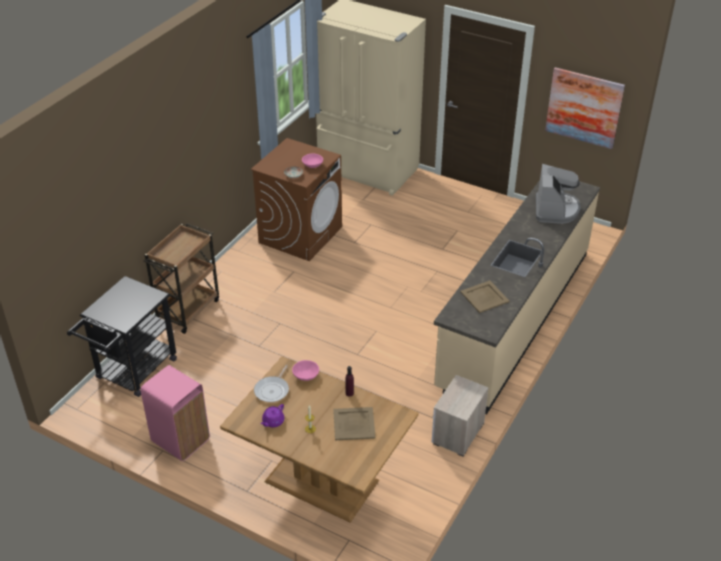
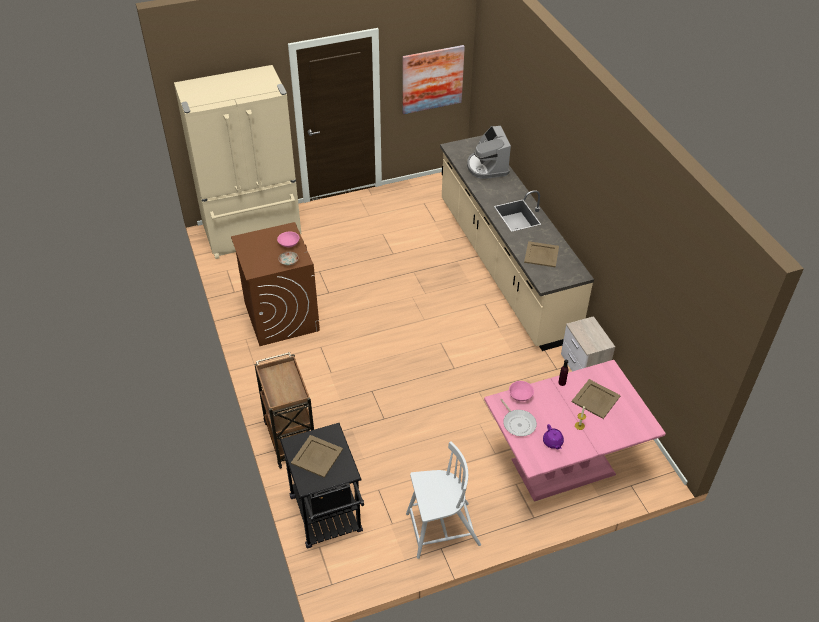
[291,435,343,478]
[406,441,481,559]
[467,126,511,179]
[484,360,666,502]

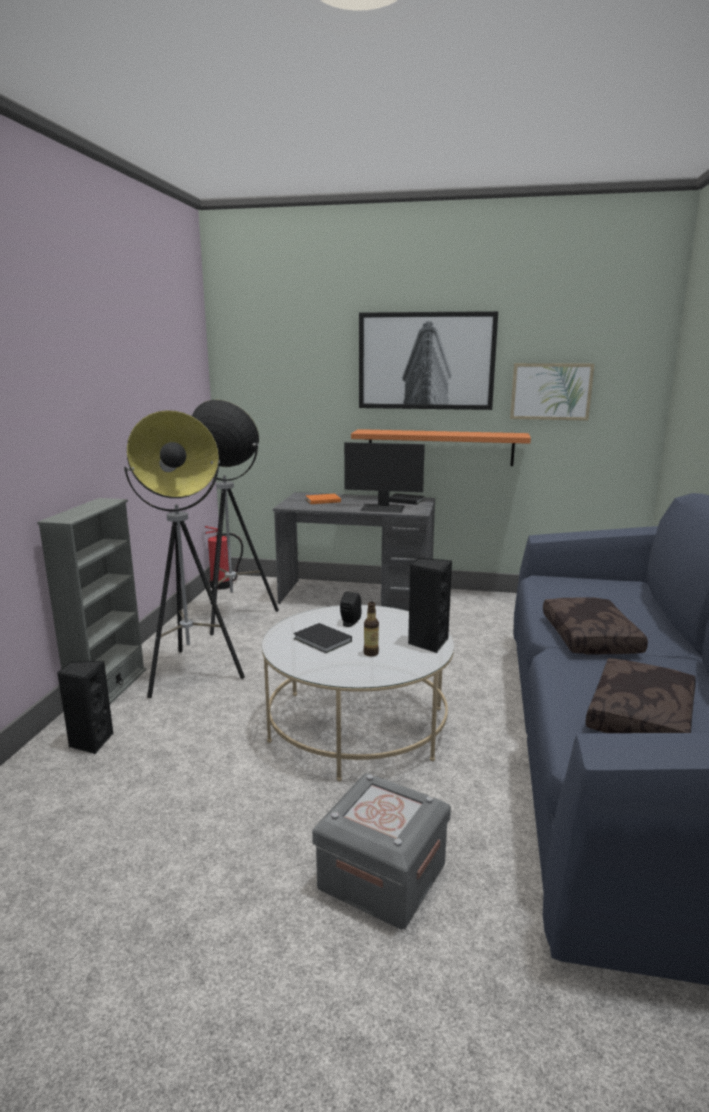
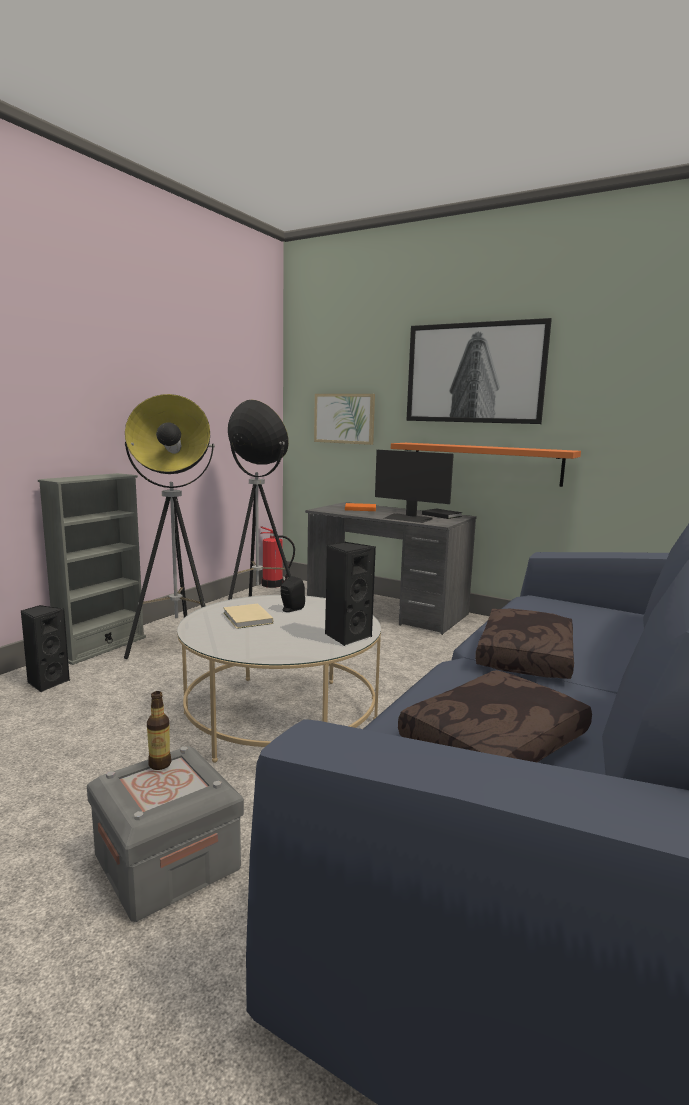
[147,691,171,770]
[223,604,273,629]
[314,394,375,445]

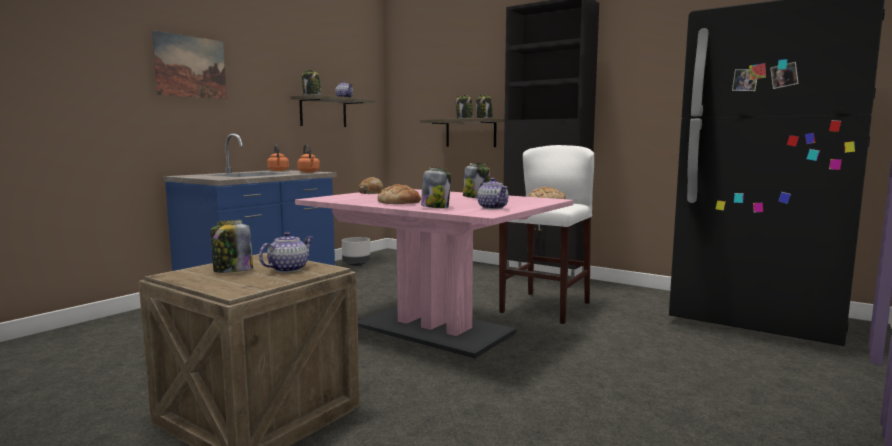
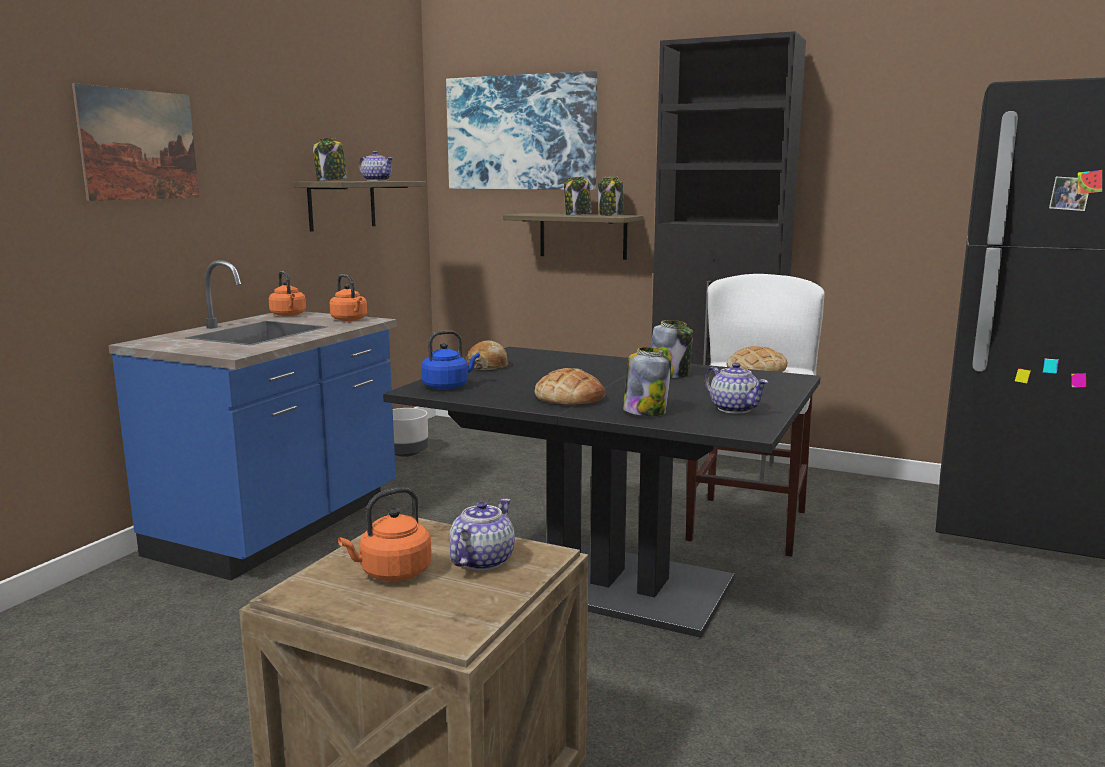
[338,487,432,581]
[383,347,821,638]
[421,330,480,390]
[446,70,597,190]

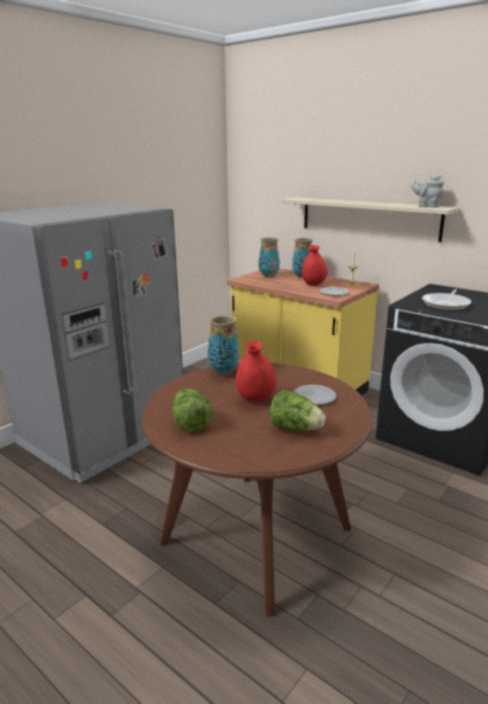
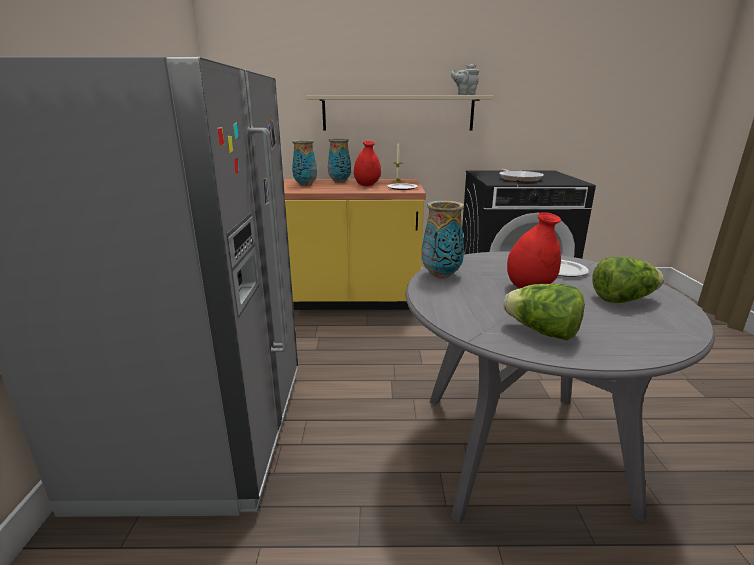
[405,251,715,523]

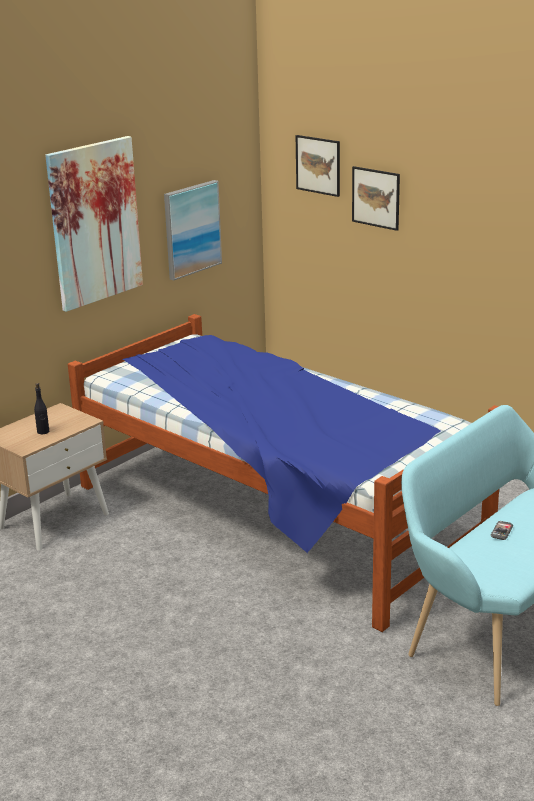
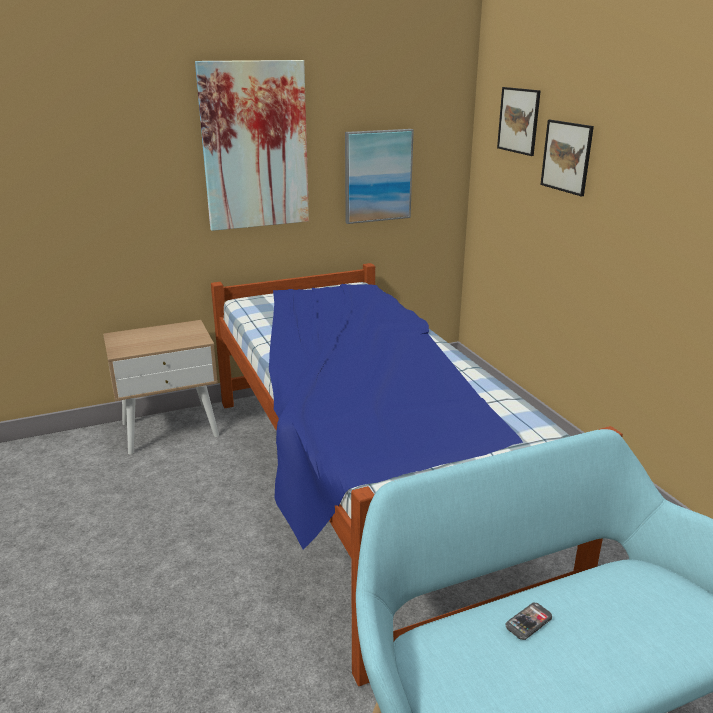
[34,383,49,434] (first image)

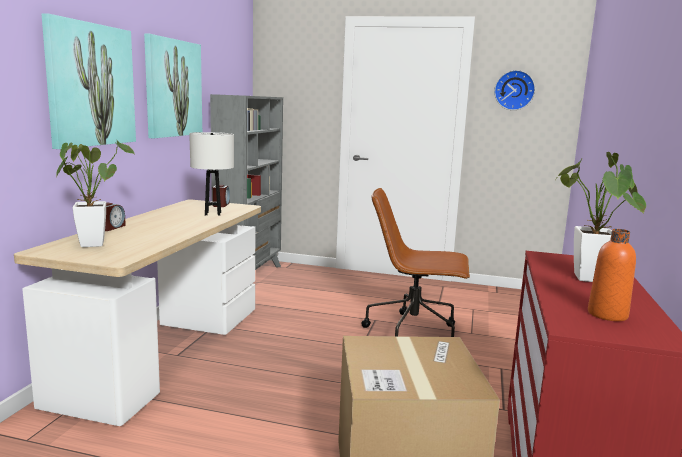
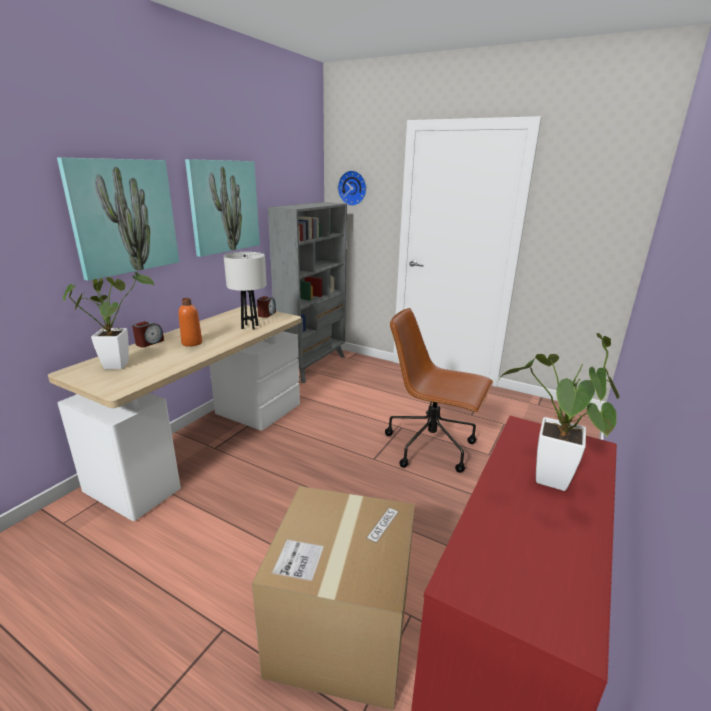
[178,298,202,347]
[338,170,367,206]

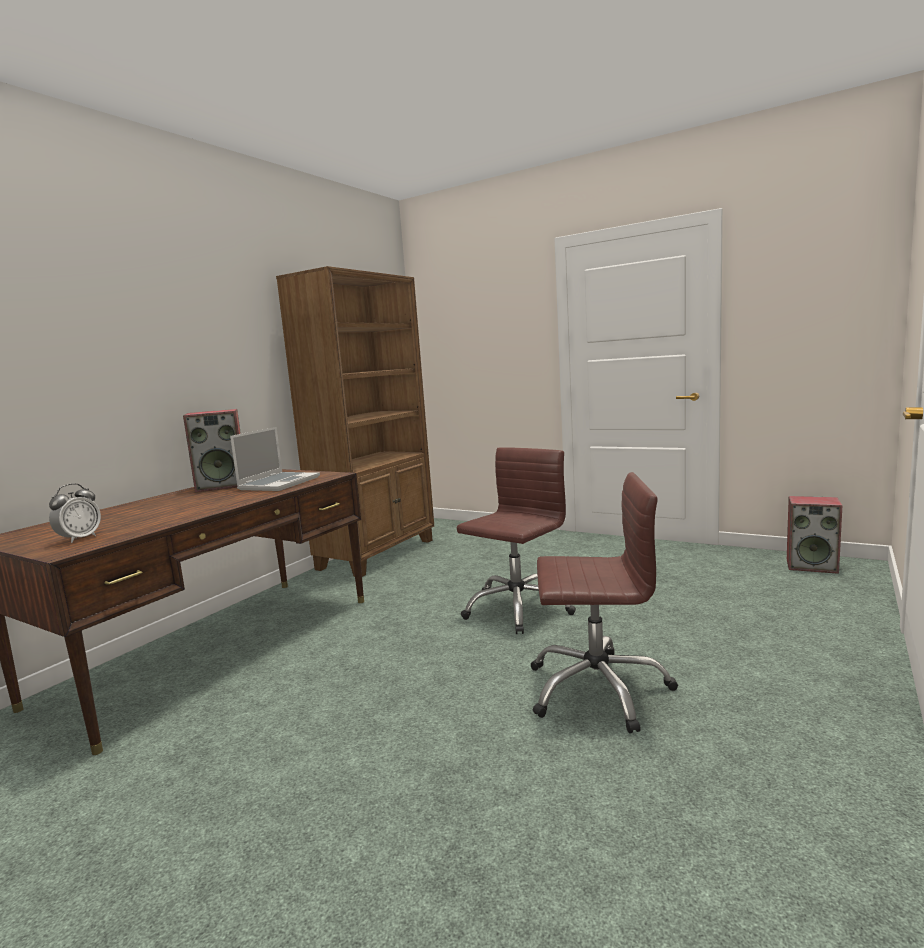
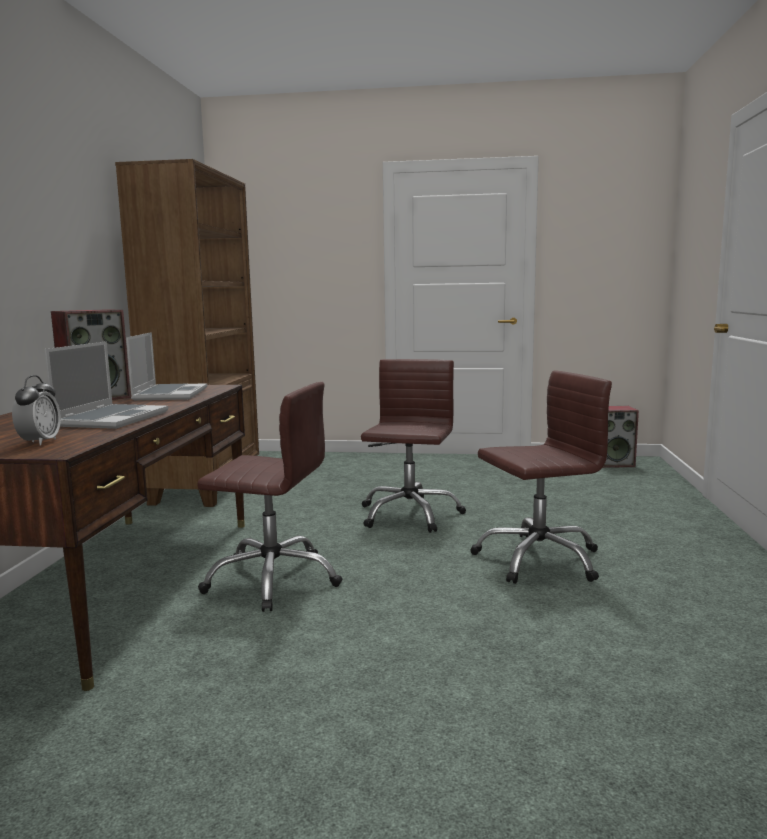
[45,341,168,429]
[197,382,342,612]

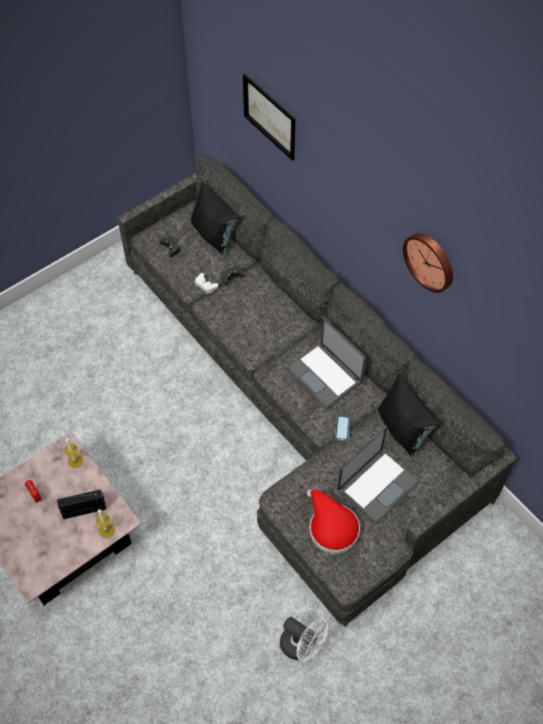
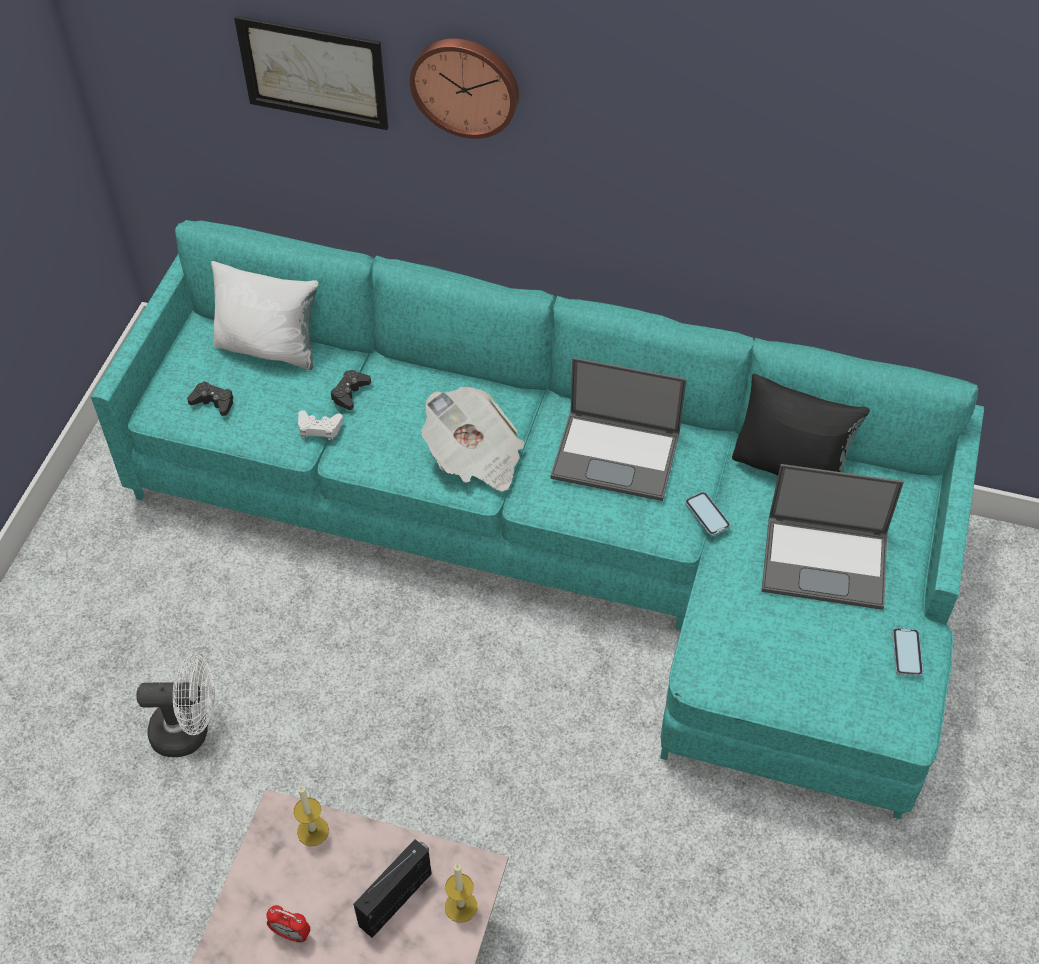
[91,220,984,819]
[137,654,215,757]
[211,261,318,370]
[410,38,519,139]
[421,387,524,491]
[761,464,904,610]
[892,628,923,676]
[307,490,360,554] (first image)

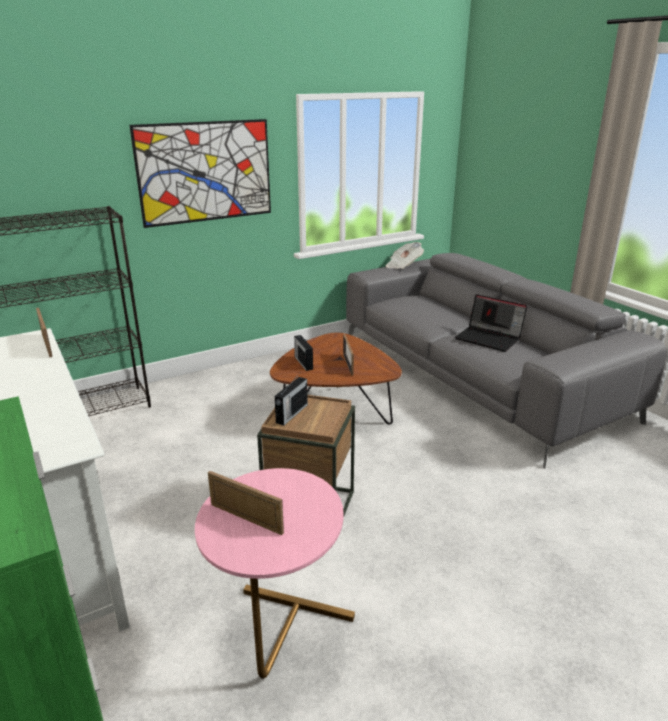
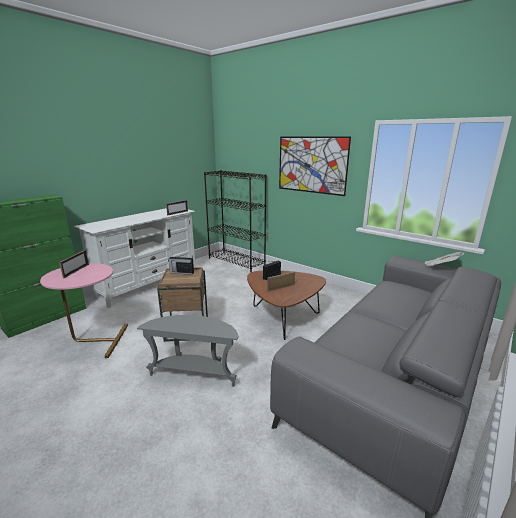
[137,315,239,387]
[455,294,527,352] (first image)

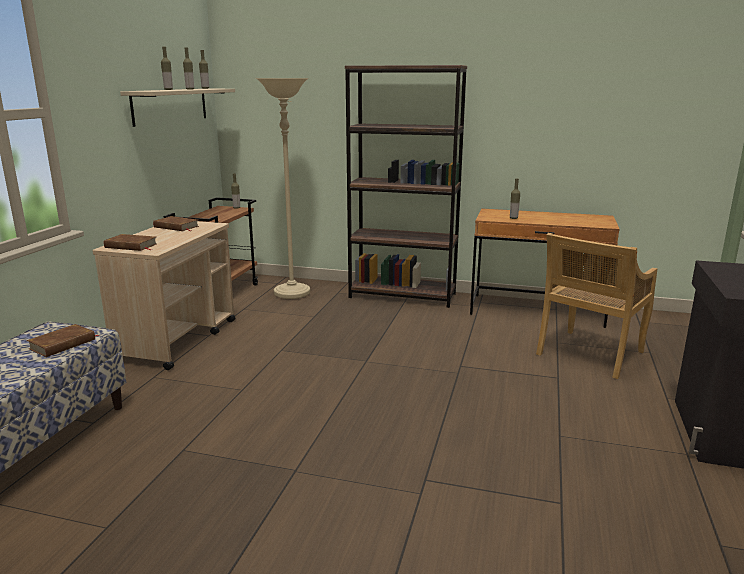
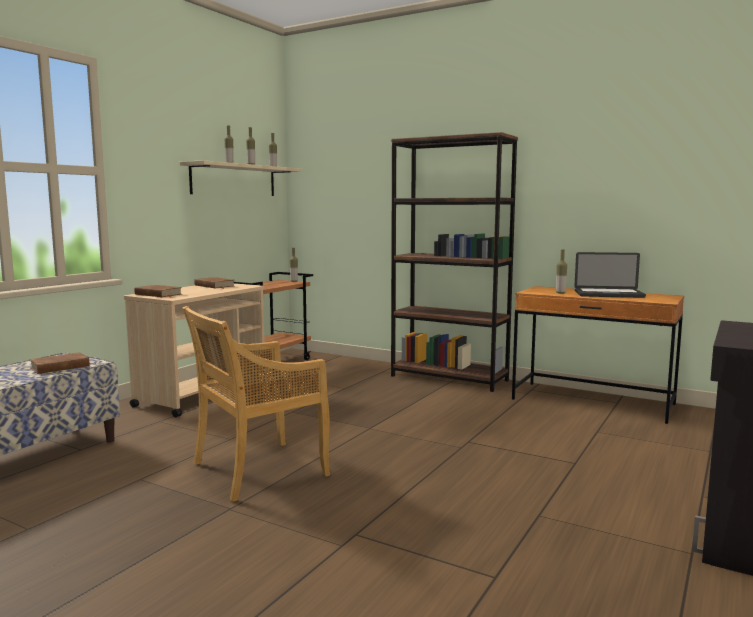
[182,306,330,502]
[574,252,646,298]
[256,78,310,299] (first image)

